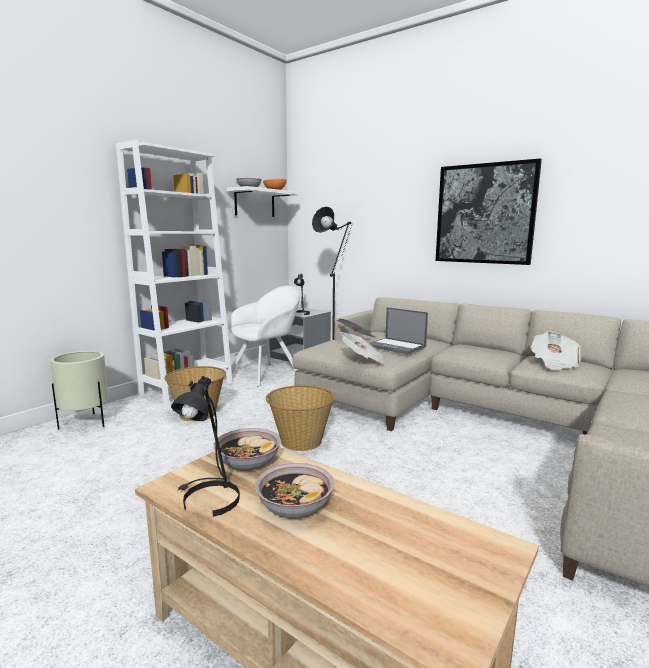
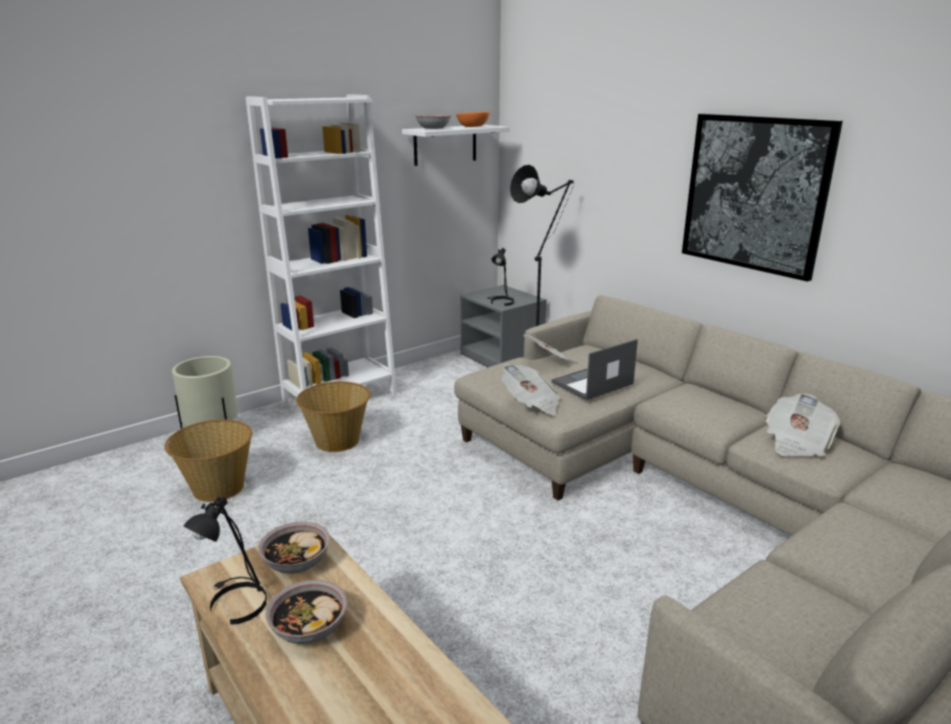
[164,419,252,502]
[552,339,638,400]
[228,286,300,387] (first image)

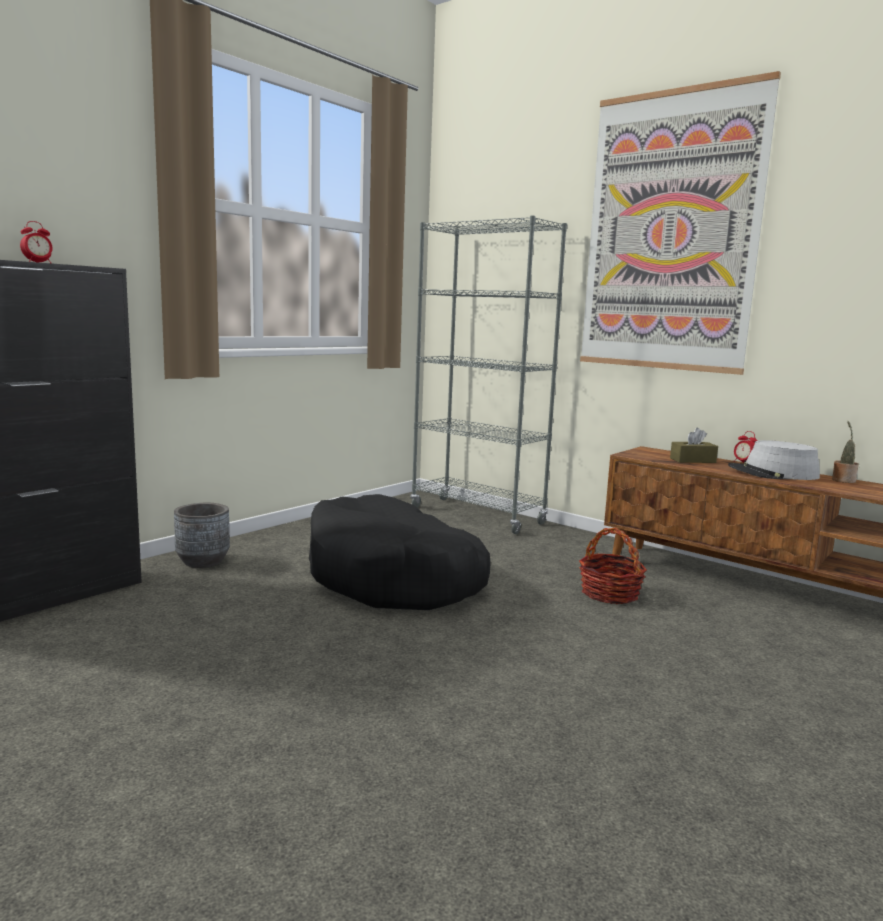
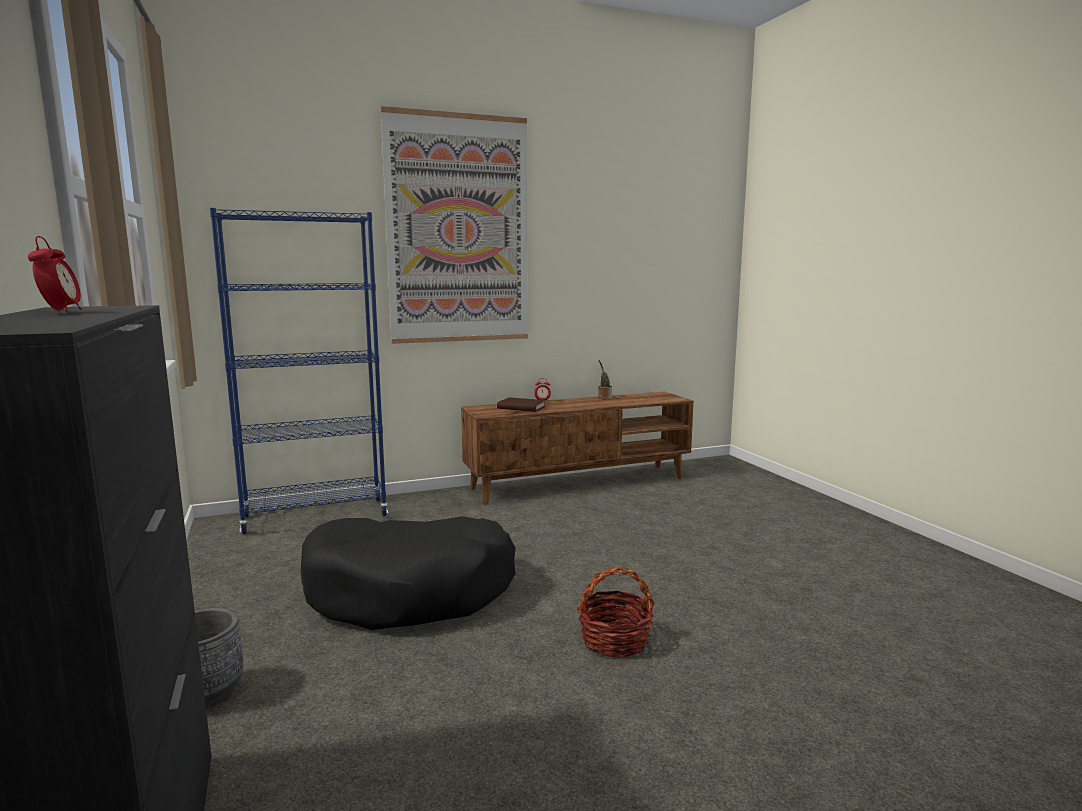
[210,208,388,534]
[497,397,546,412]
[577,567,655,658]
[728,440,820,480] (first image)

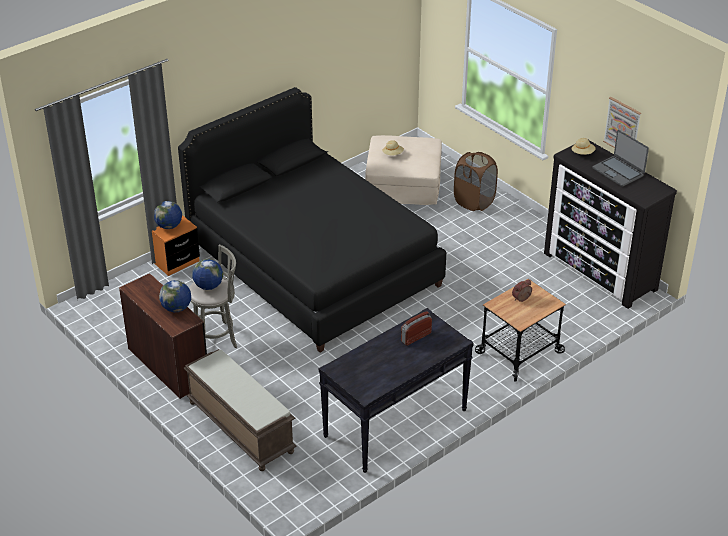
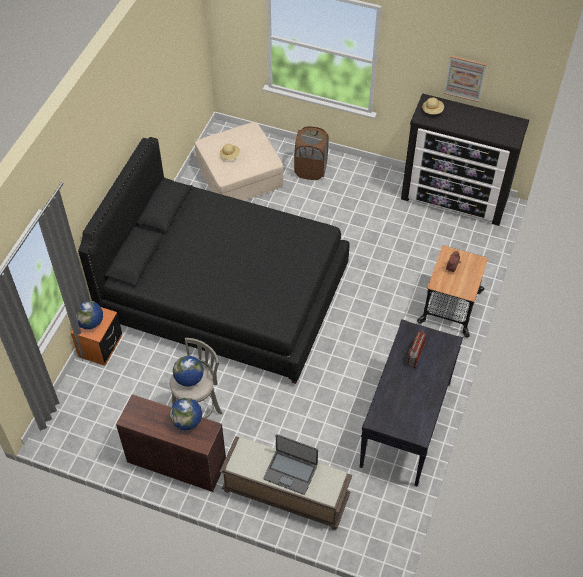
[263,434,318,495]

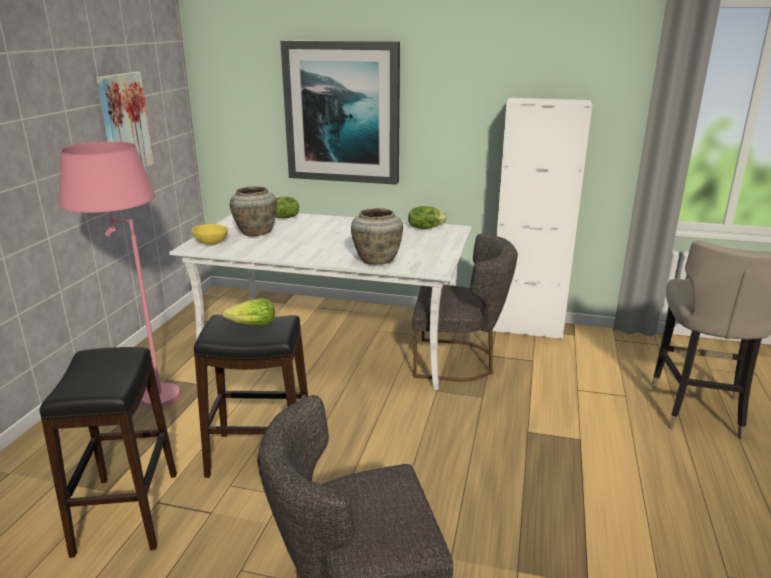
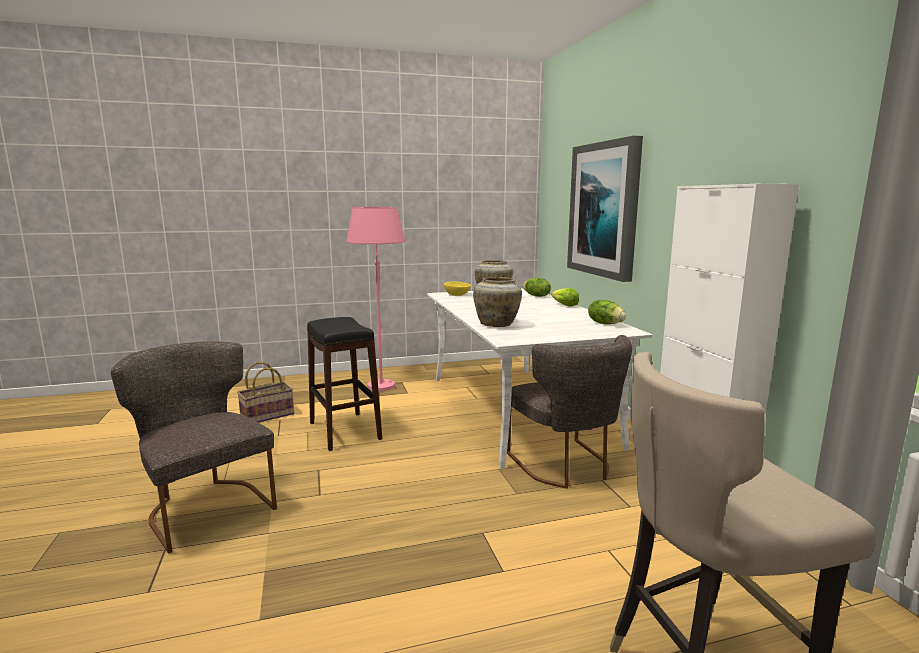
[237,362,294,423]
[551,288,579,307]
[96,72,154,168] (first image)

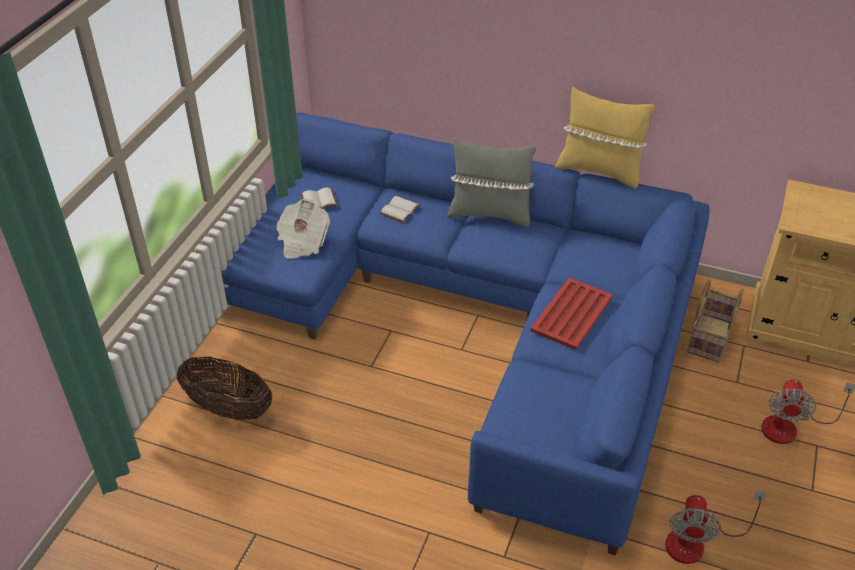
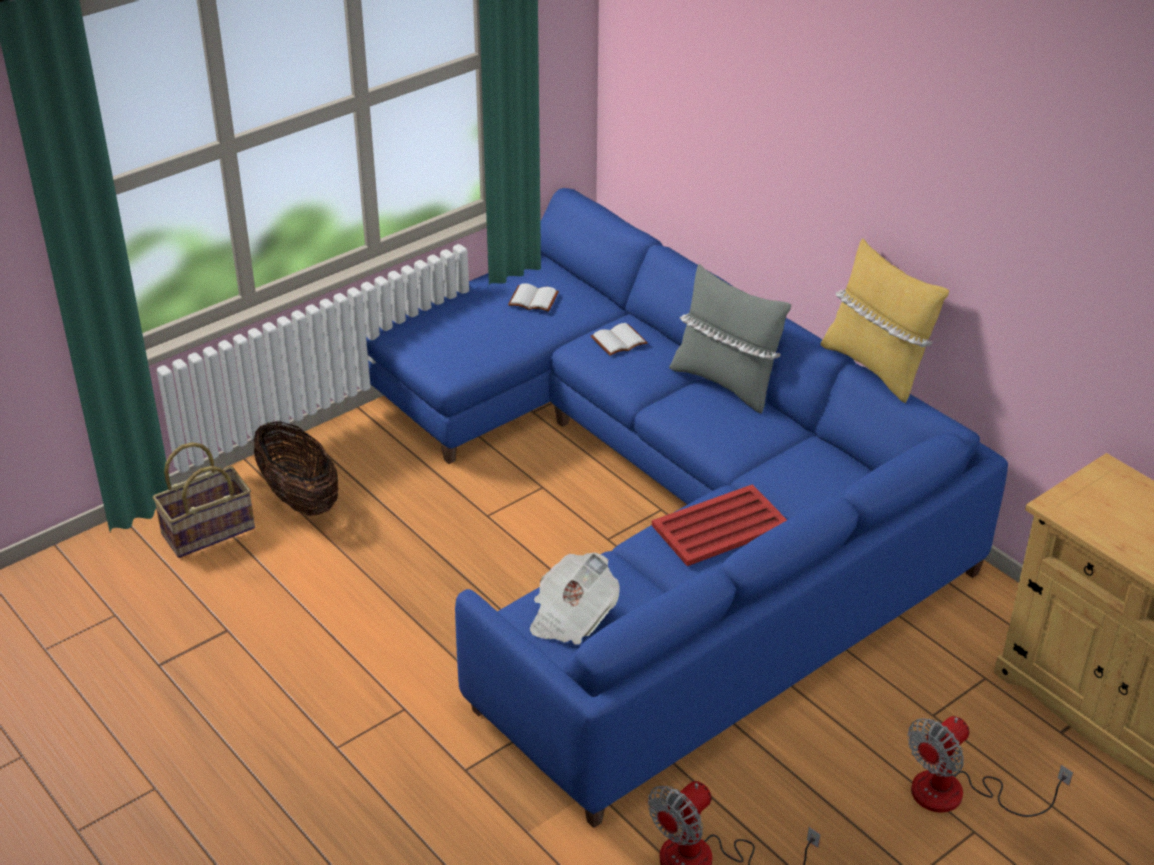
[152,442,255,558]
[530,553,620,645]

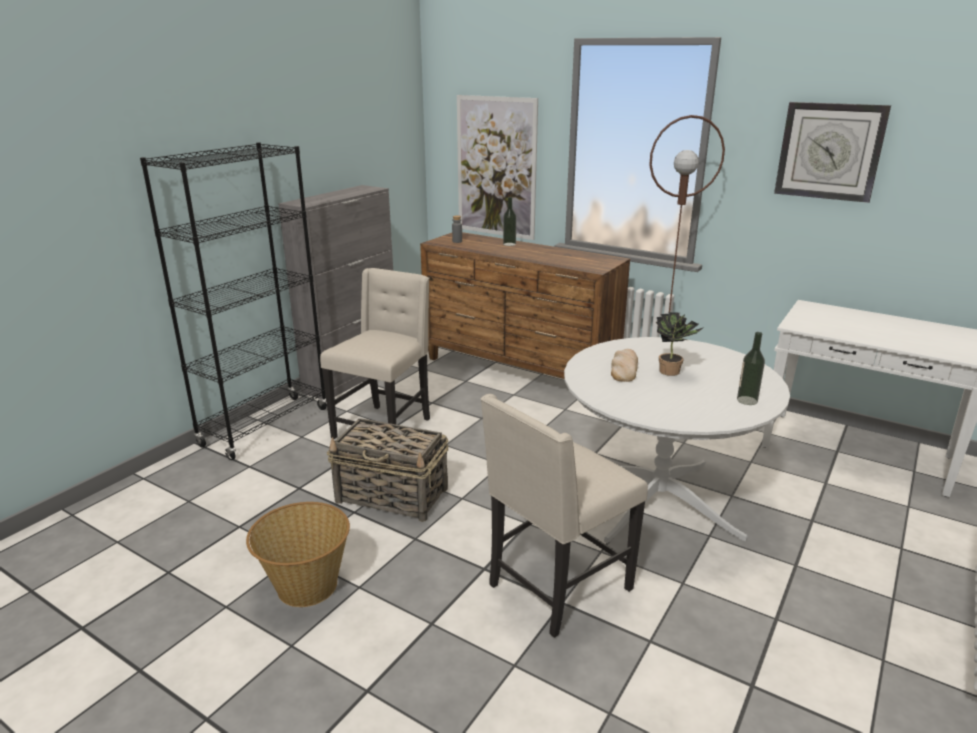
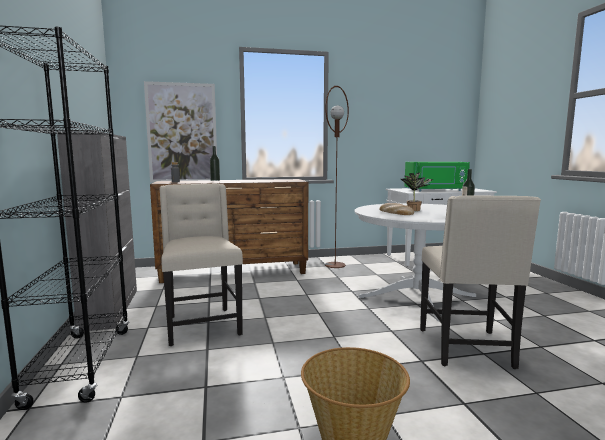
[404,162,470,191]
[327,418,449,522] (first image)
[774,102,891,203] (first image)

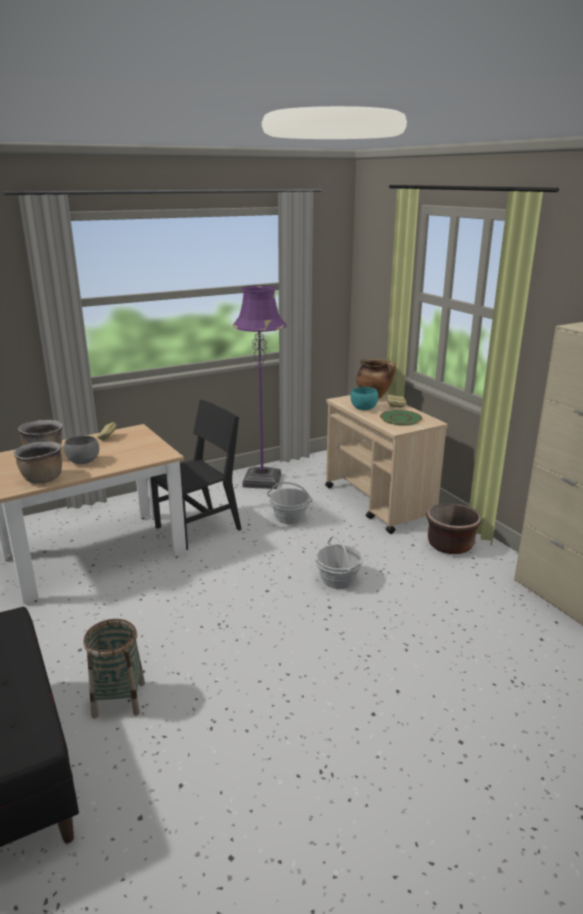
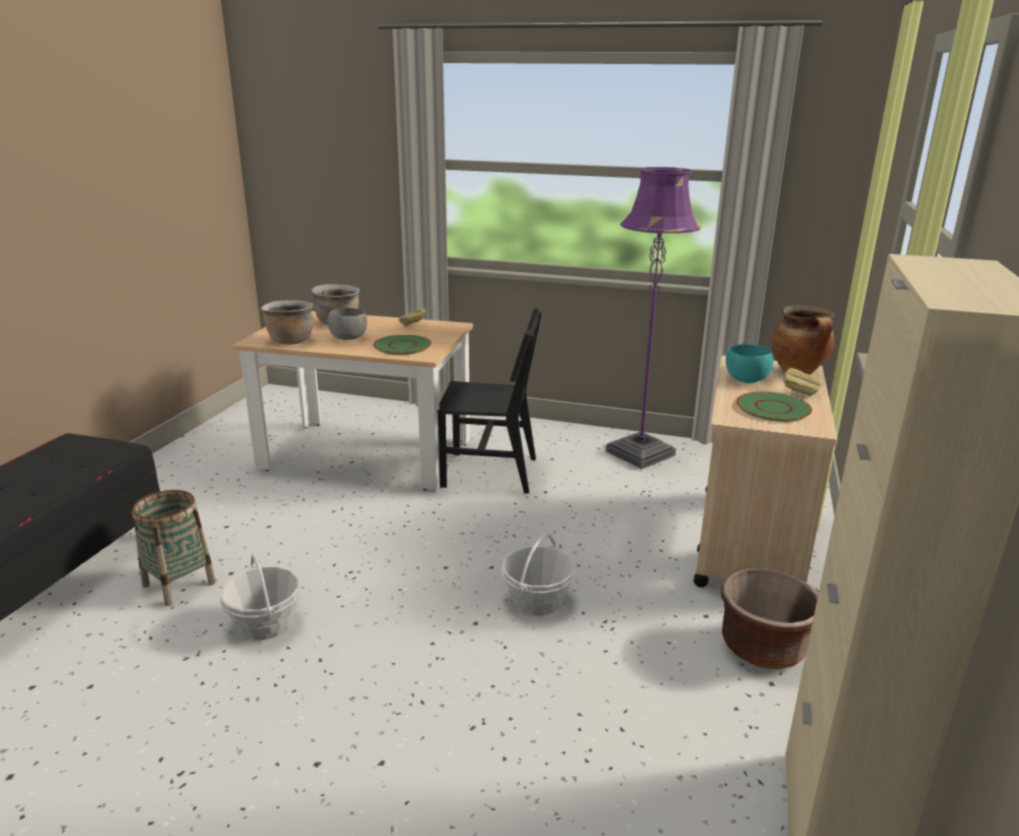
[221,554,301,640]
[373,335,432,355]

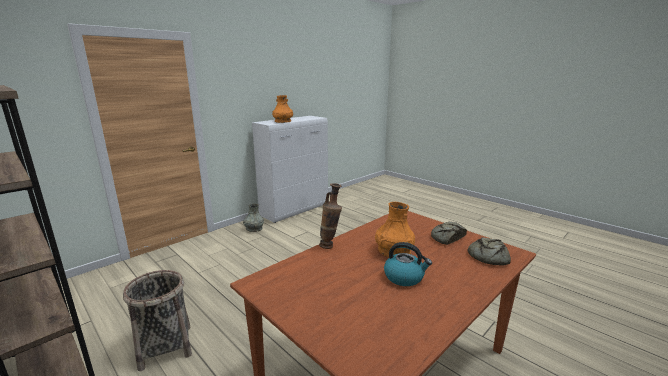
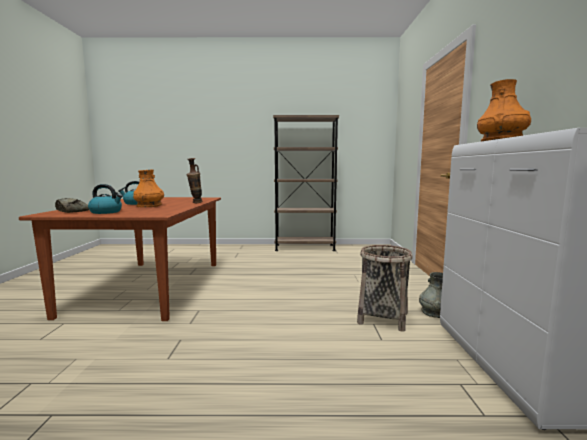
[88,184,123,214]
[357,245,413,331]

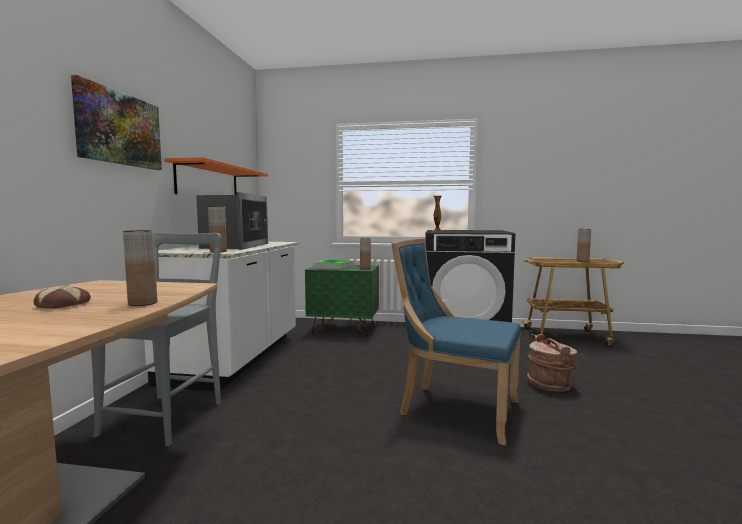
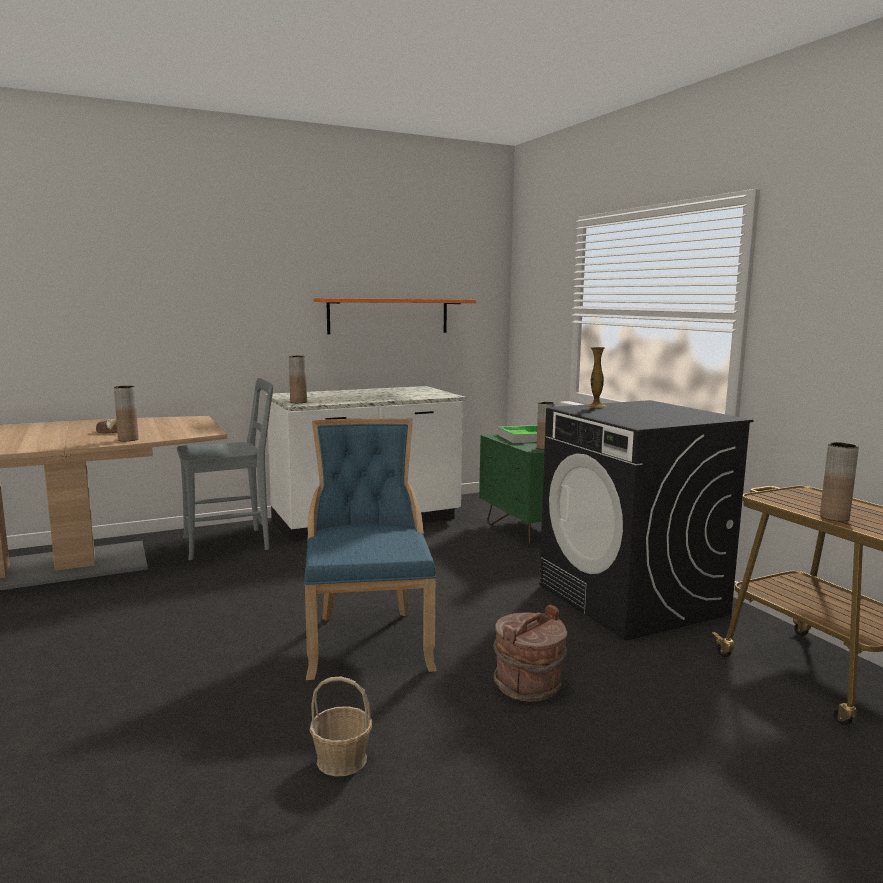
[309,676,372,777]
[71,75,162,170] (first image)
[196,192,268,250] (first image)

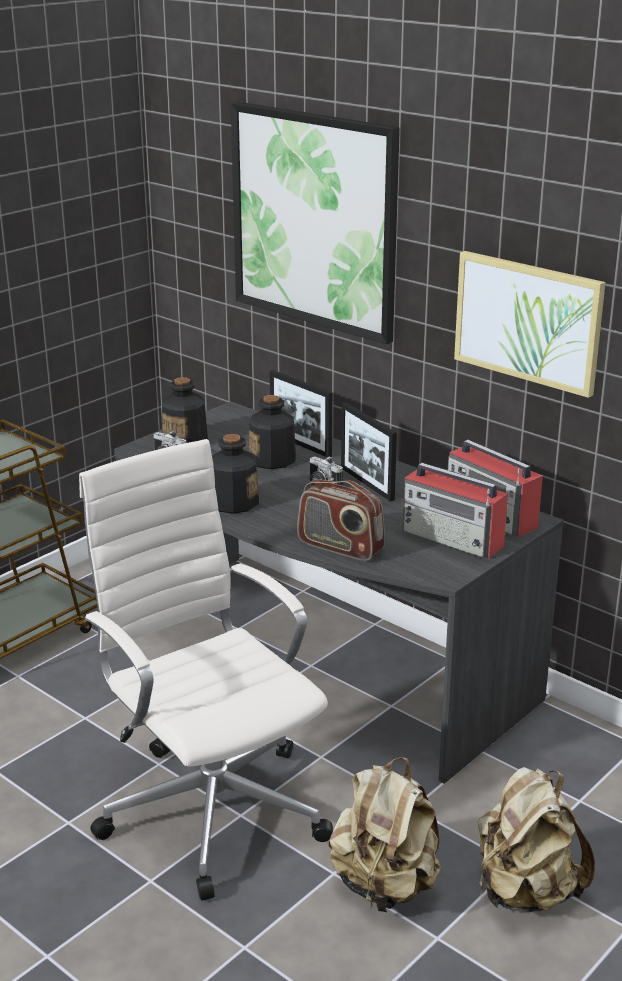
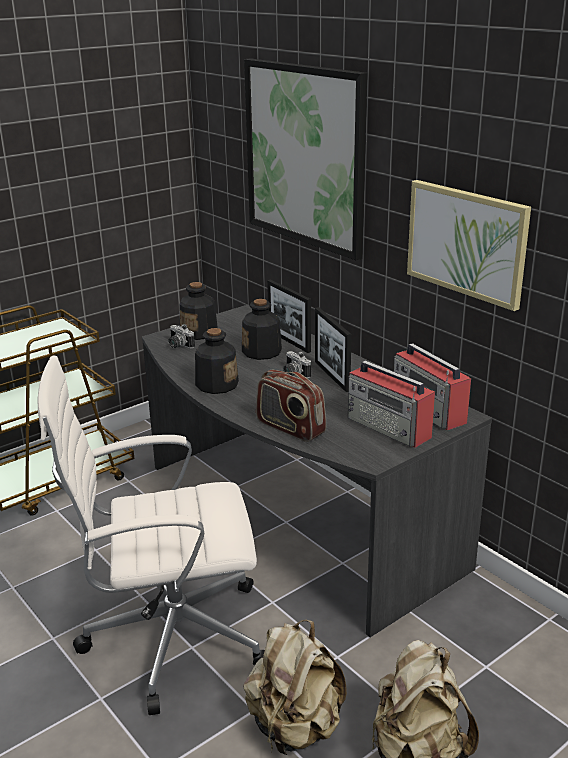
[37,356,265,715]

